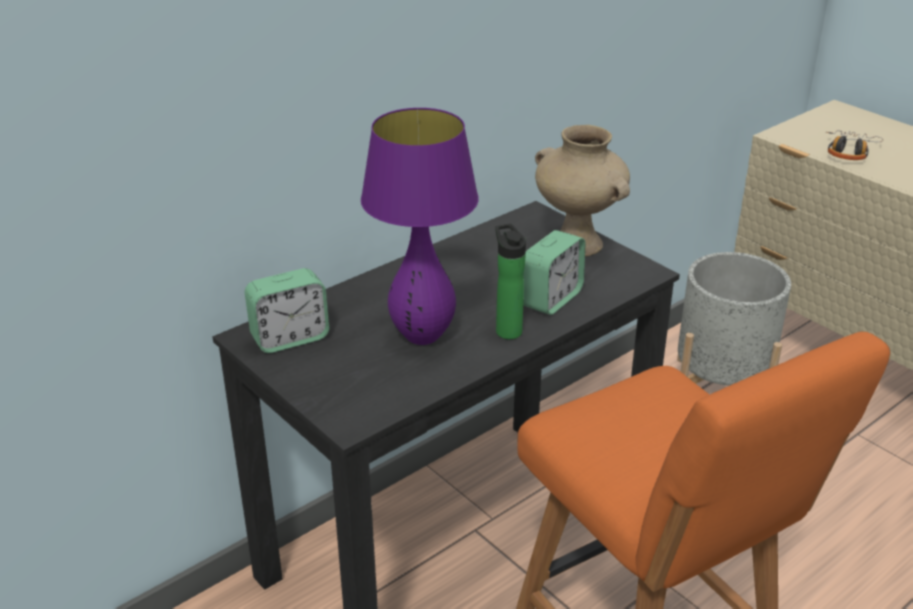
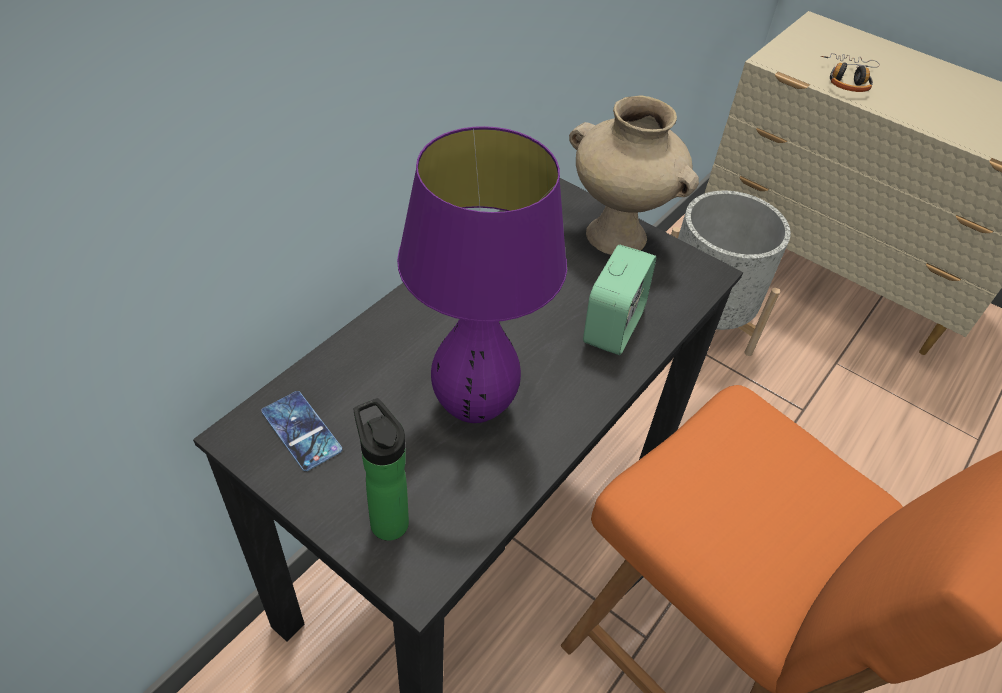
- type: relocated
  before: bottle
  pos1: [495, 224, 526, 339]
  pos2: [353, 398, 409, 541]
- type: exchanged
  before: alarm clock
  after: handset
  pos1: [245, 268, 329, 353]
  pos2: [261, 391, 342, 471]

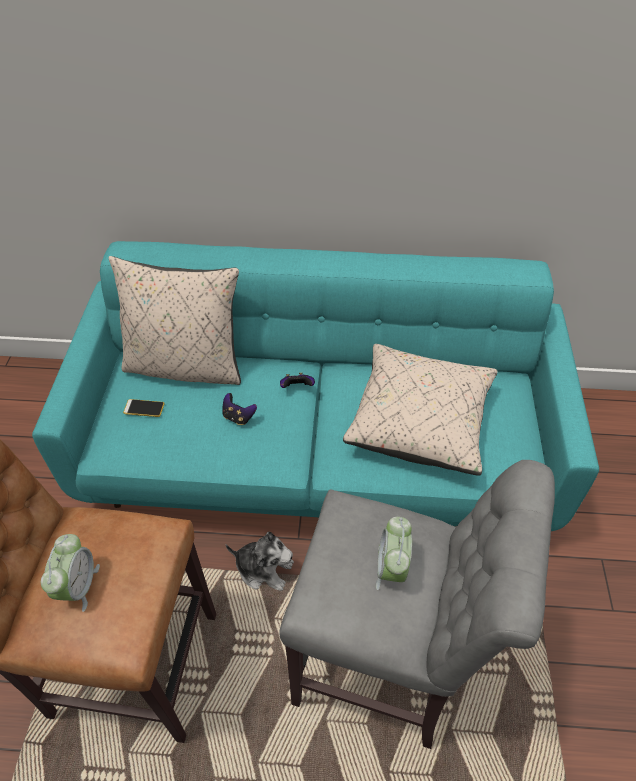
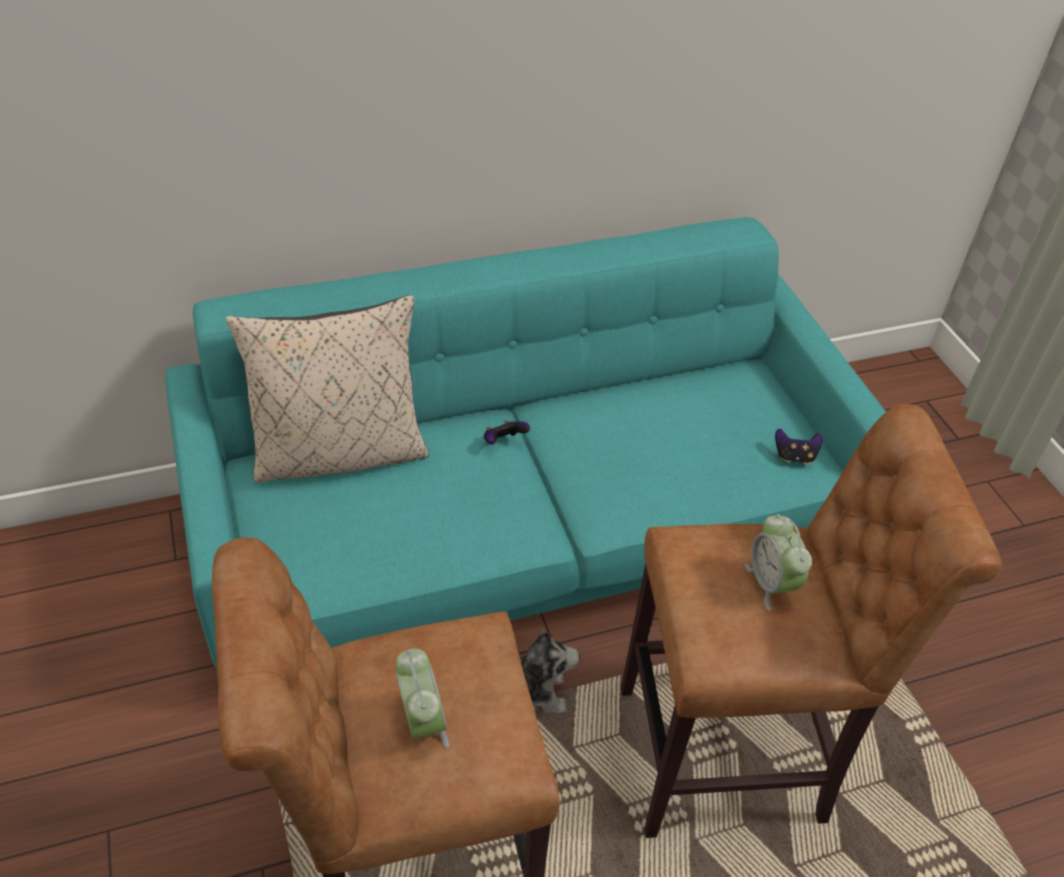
- type: missing
  before: handset
  pos1: [123, 399, 164, 417]
- type: missing
  before: cushion (sand-coloured)
  pos1: [343, 344, 498, 475]
- type: relocated
  before: joypad
  pos1: [222, 393, 257, 425]
  pos2: [775, 428, 823, 464]
- type: colour
  before: stool seat (grey)
  after: stool seat (brown)
  pos1: [279, 460, 555, 749]
  pos2: [621, 404, 1002, 838]

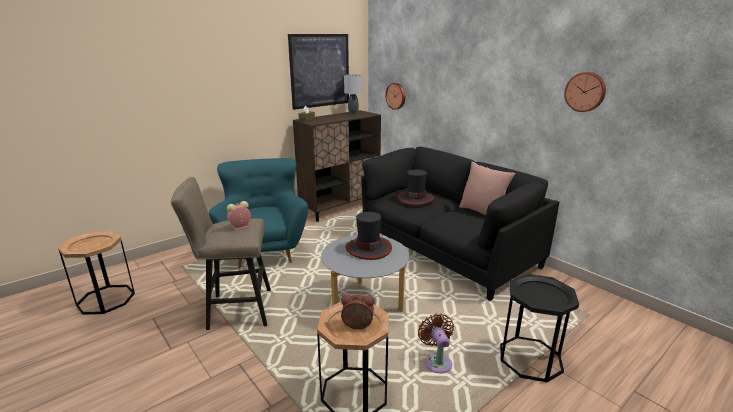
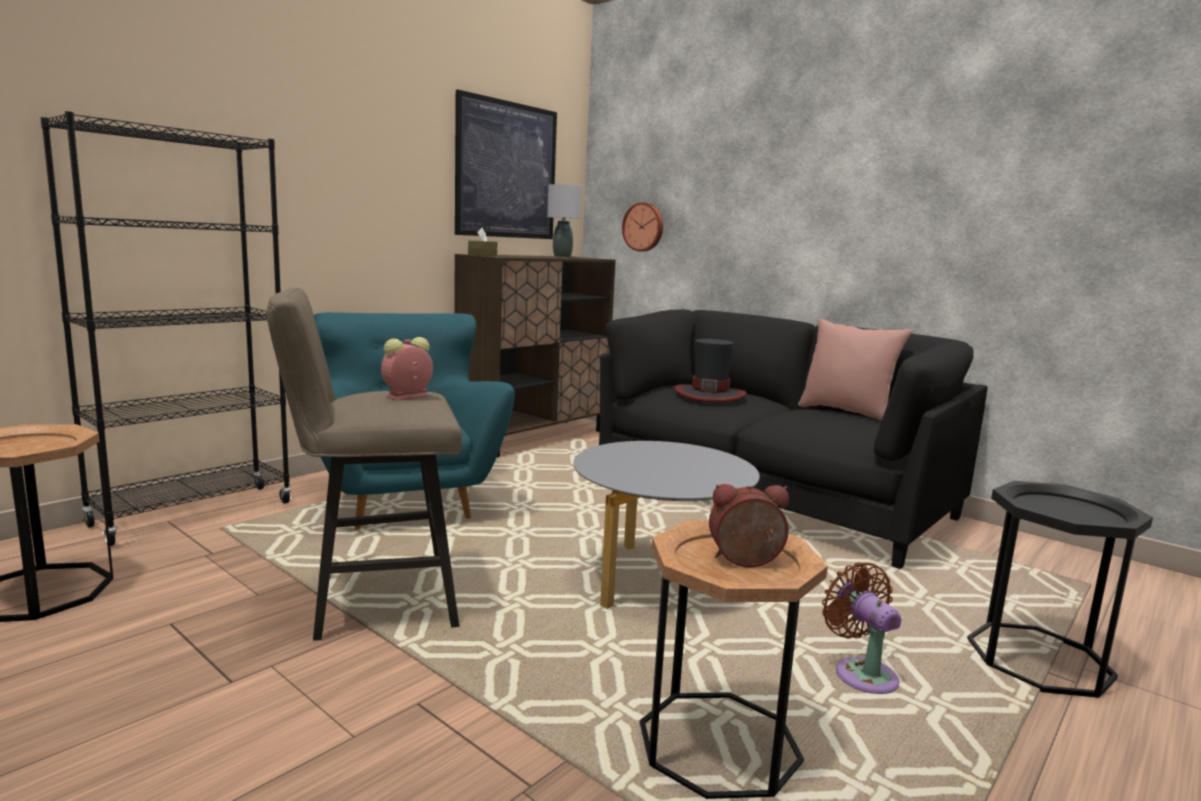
- type: missing
  before: wearable hat
  pos1: [345, 212, 392, 260]
- type: missing
  before: hanging clock
  pos1: [564, 72, 606, 112]
- type: appeared
  after: bookshelf (black)
  pos2: [41, 111, 291, 546]

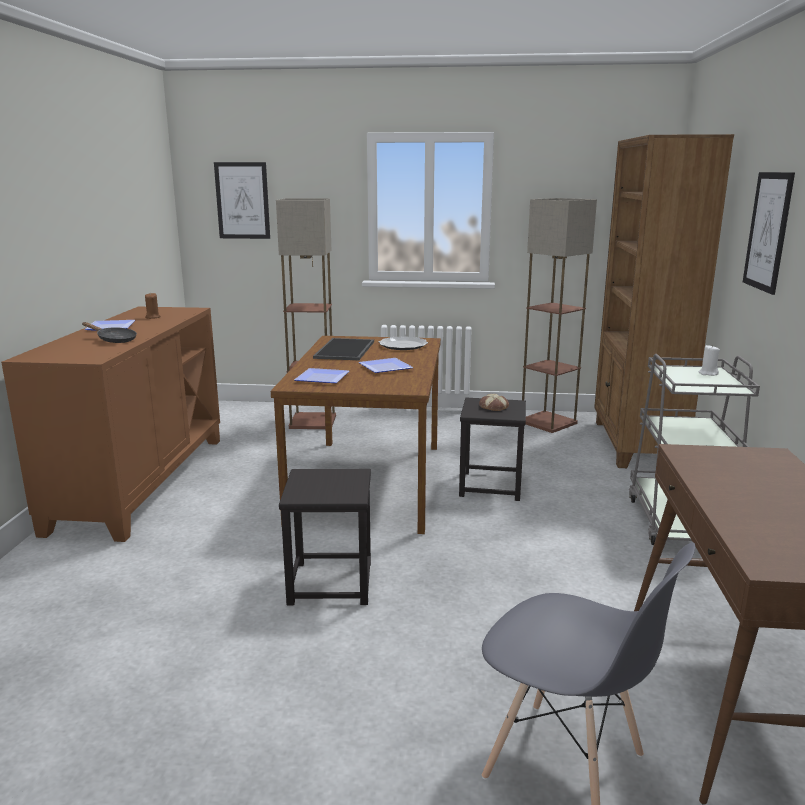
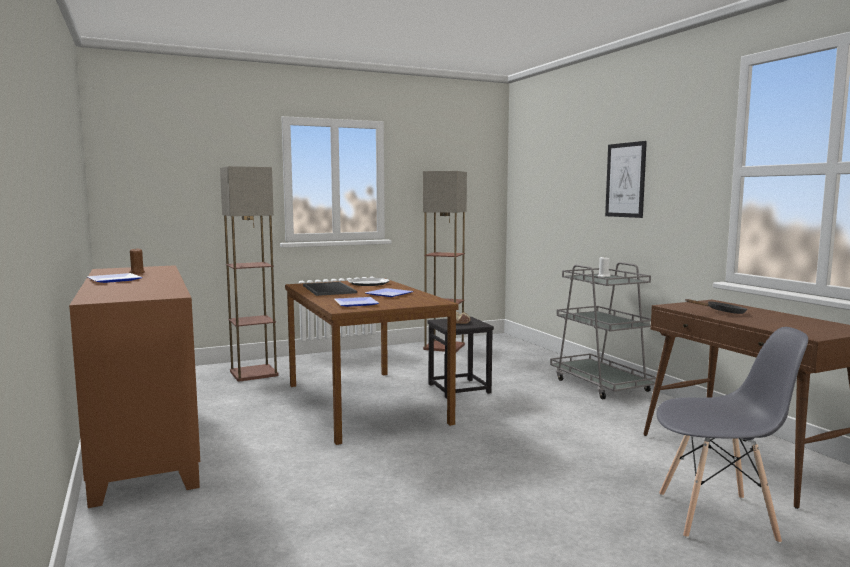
- type: missing
  before: picture
  pos1: [214, 162, 270, 239]
- type: missing
  before: stool seat (black)
  pos1: [279, 469, 371, 605]
- type: missing
  before: bookshelf (brown)
  pos1: [594, 134, 734, 468]
- type: relocated
  before: pan (black)
  pos1: [82, 322, 137, 343]
  pos2: [685, 299, 747, 314]

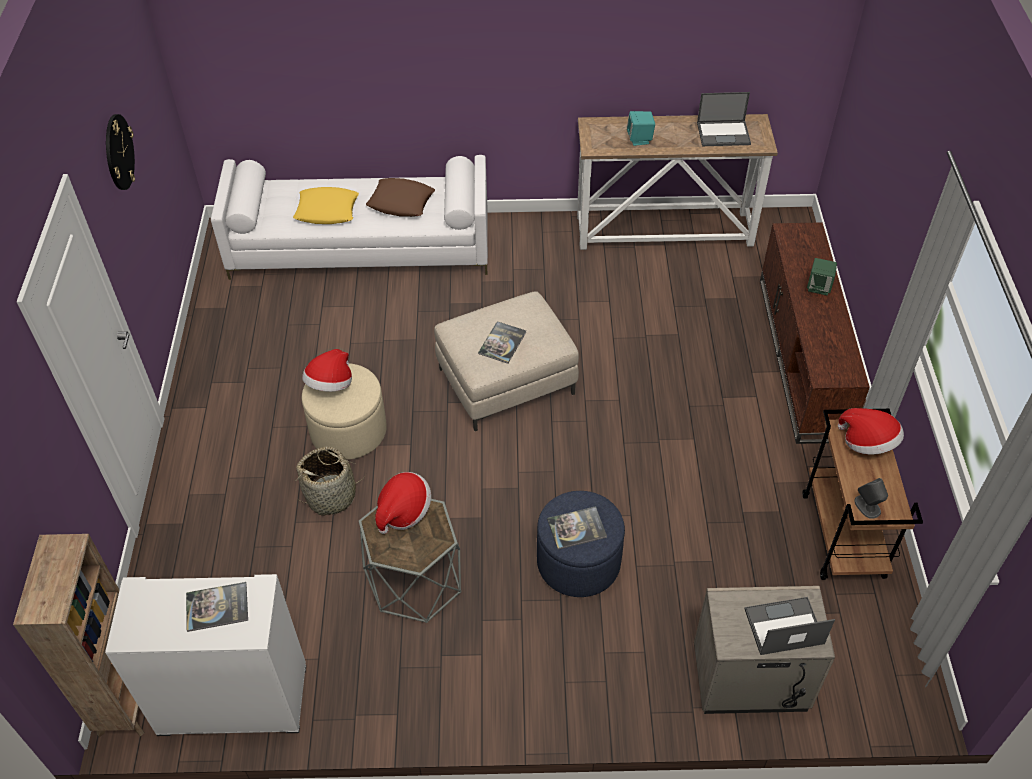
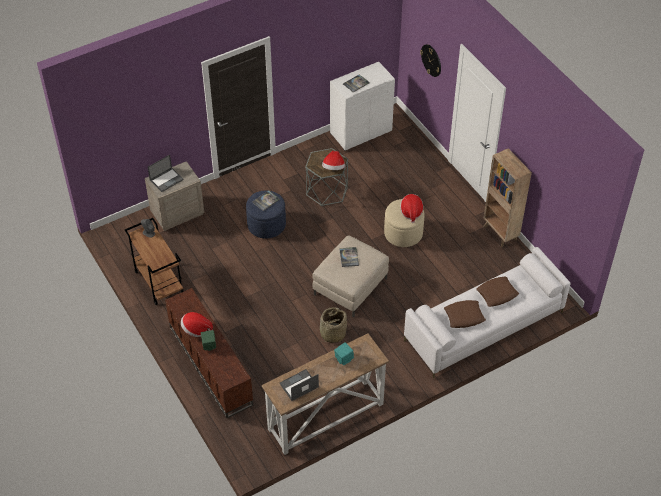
- type: relocated
  before: bookshelf (brown)
  pos1: [13, 534, 145, 737]
  pos2: [483, 148, 532, 247]
- type: relocated
  before: hanging clock
  pos1: [106, 114, 135, 190]
  pos2: [420, 44, 441, 77]
- type: relocated
  before: basket
  pos1: [295, 446, 366, 516]
  pos2: [320, 307, 347, 343]
- type: relocated
  before: wearable hat
  pos1: [838, 408, 904, 455]
  pos2: [181, 312, 213, 337]
- type: colour
  before: cushion (yellow-coloured)
  after: cushion (brown)
  pos1: [293, 187, 359, 224]
  pos2: [476, 277, 519, 307]

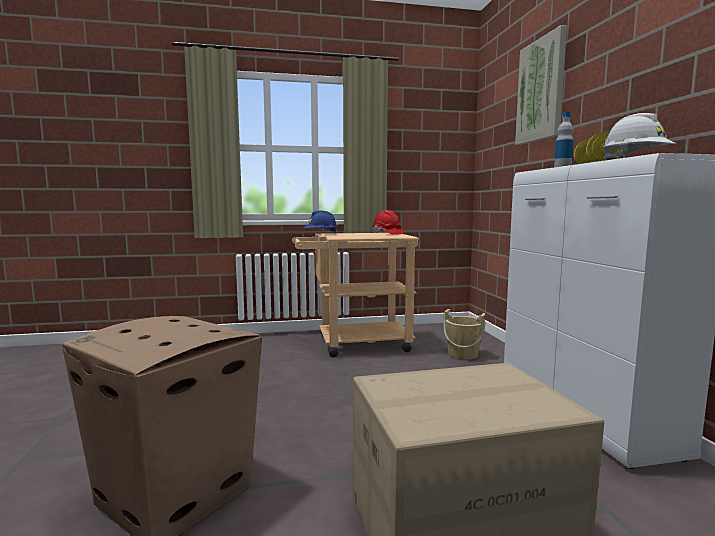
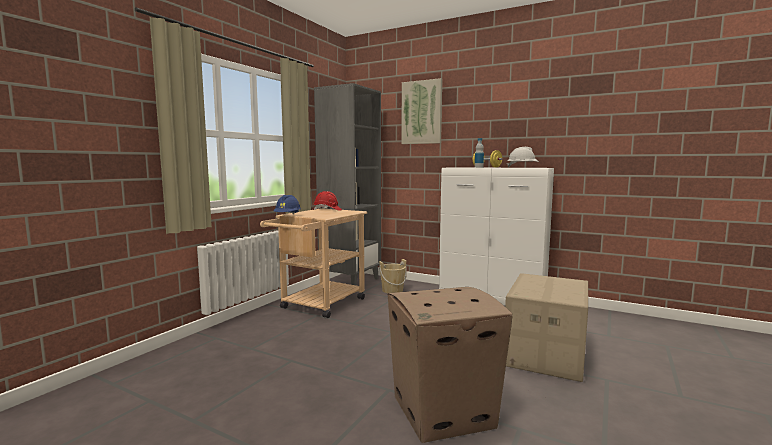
- type: appeared
  after: bookshelf (grey)
  pos2: [314, 83, 381, 285]

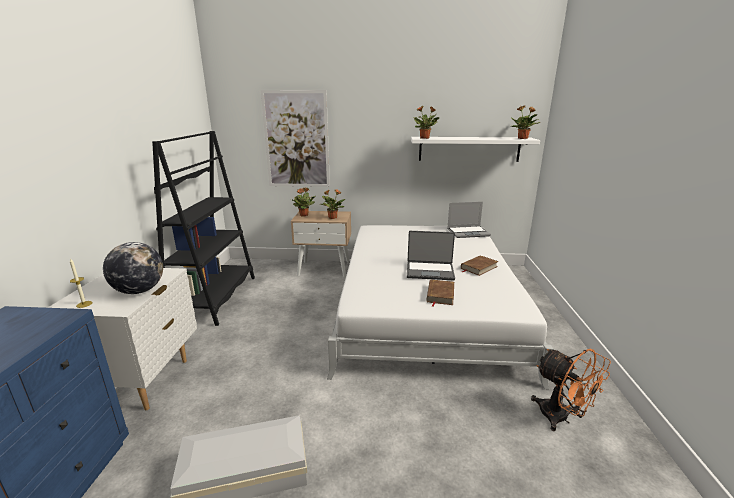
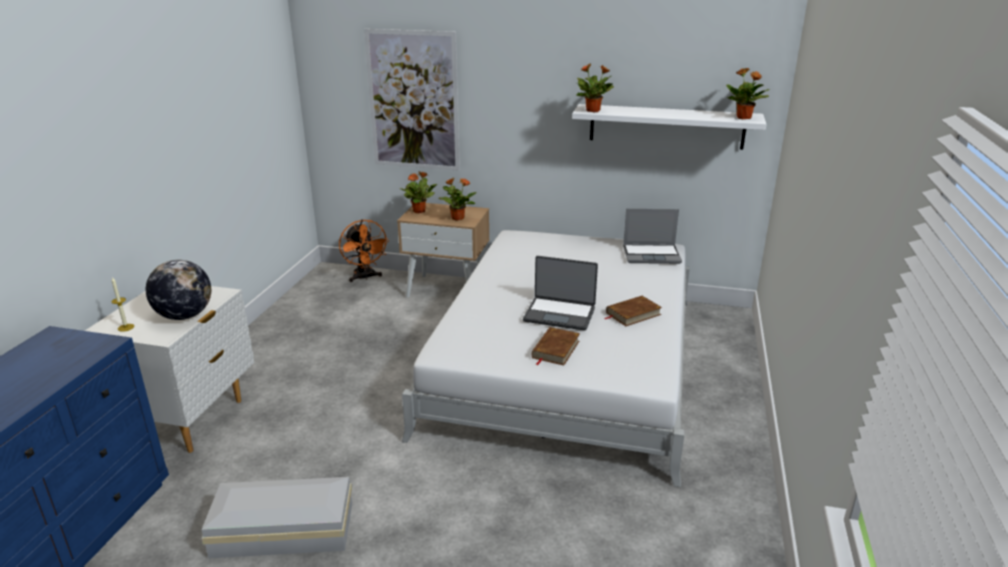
- type: missing
  before: bookshelf (black)
  pos1: [152, 131, 255, 326]
- type: relocated
  before: fan (orangey)
  pos1: [531, 348, 611, 431]
  pos2: [339, 220, 389, 282]

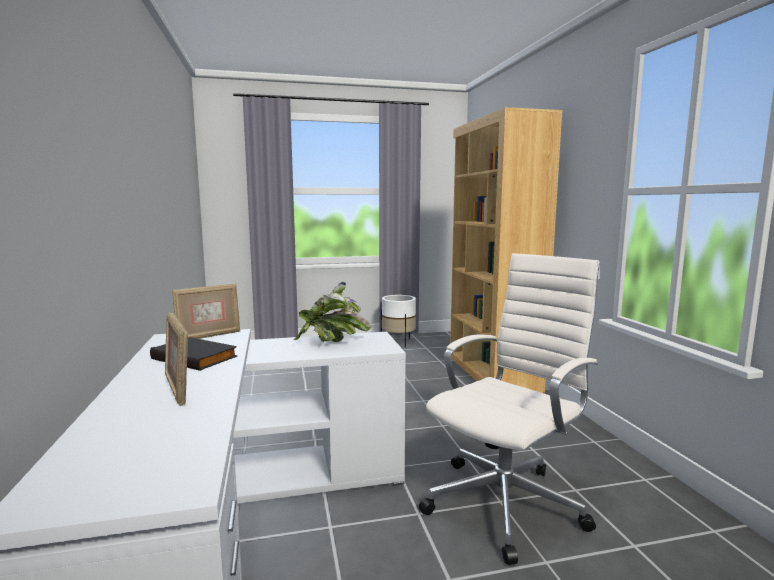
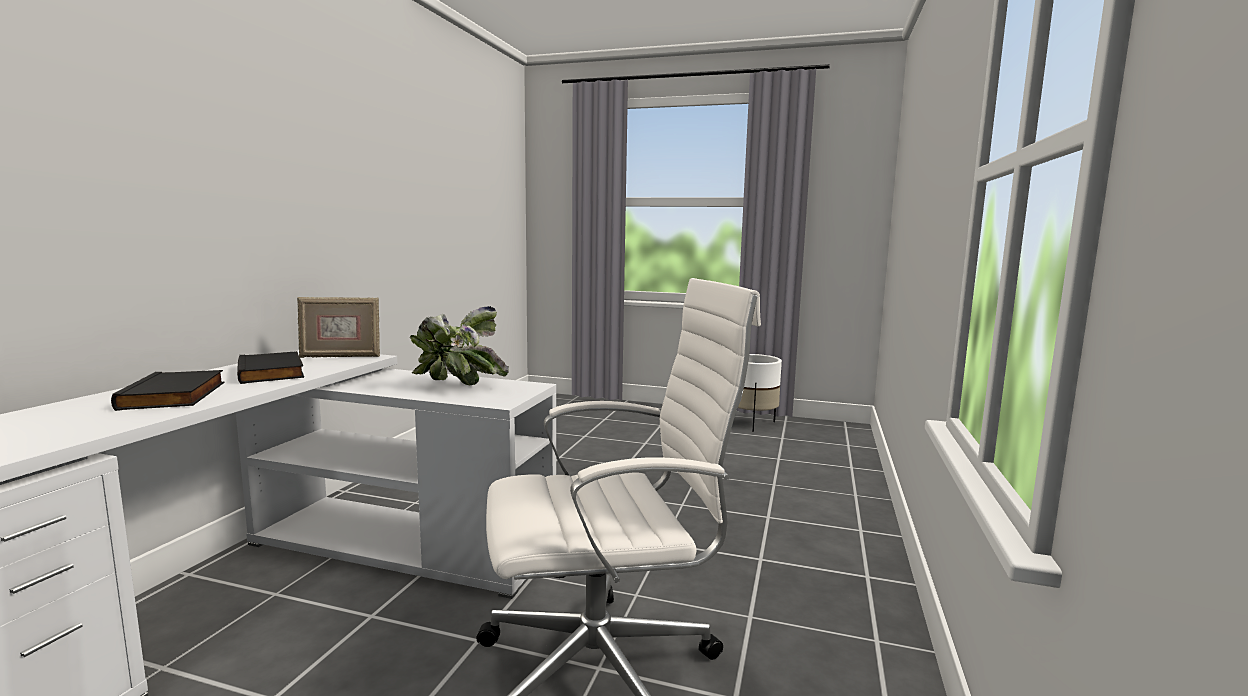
- type: missing
  before: bookshelf (brown)
  pos1: [450, 107, 562, 393]
- type: exchanged
  before: standing frame
  after: bound book (black)
  pos1: [165, 312, 188, 406]
  pos2: [111, 370, 224, 411]

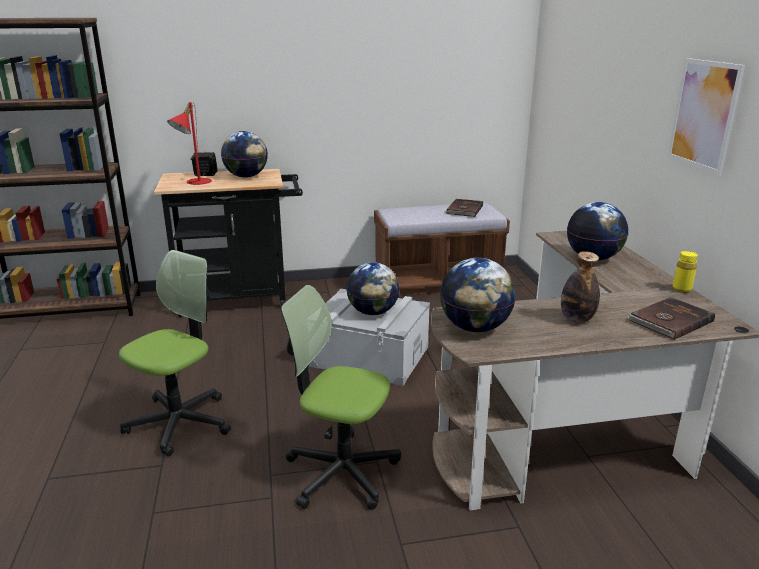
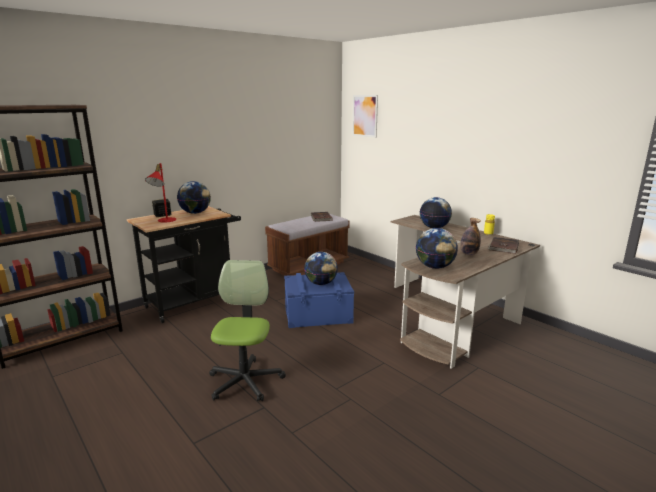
- type: missing
  before: office chair
  pos1: [281, 285, 401, 510]
- type: relocated
  before: picture
  pos1: [668, 58, 745, 175]
  pos2: [352, 95, 378, 138]
- type: colour
  before: storage container (grey)
  after: storage container (blue-coloured)
  pos1: [309, 289, 430, 386]
  pos2: [284, 272, 354, 328]

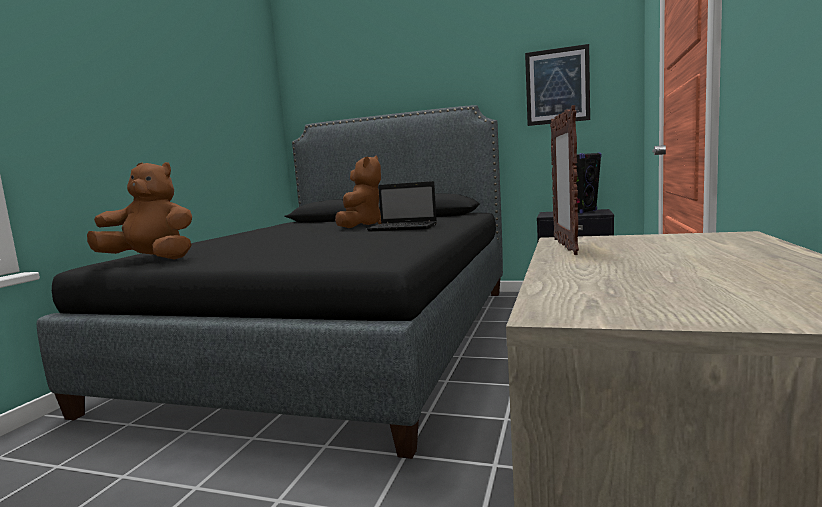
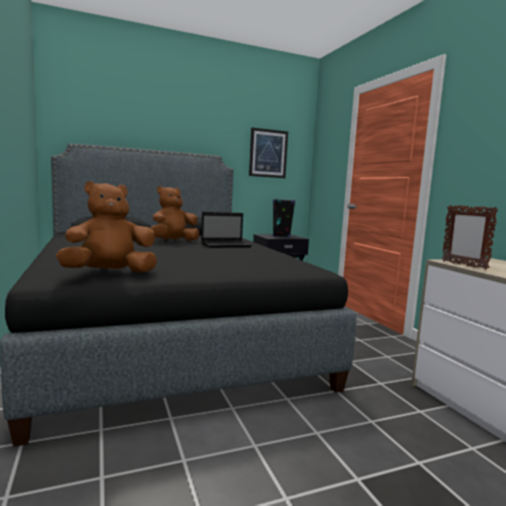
- type: spun
  before: cuddly toy (brown)
  pos1: [335, 156, 382, 228]
  pos2: [150, 186, 199, 241]
  turn: -105

